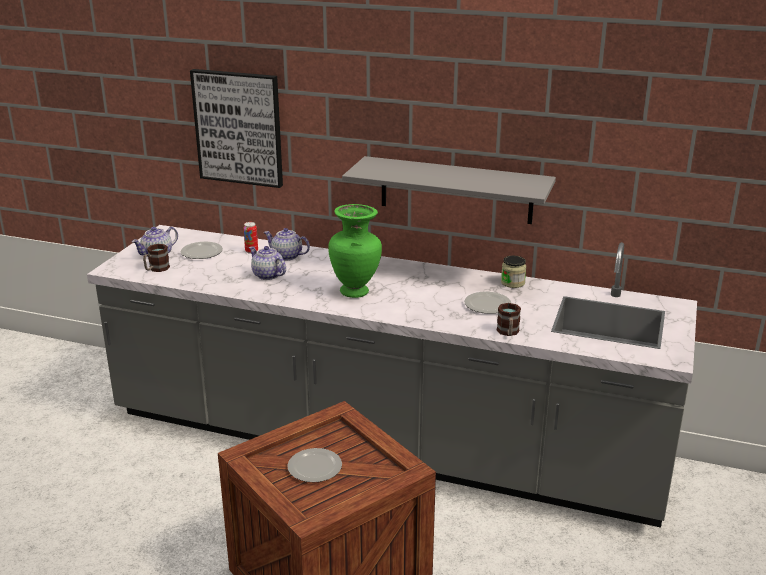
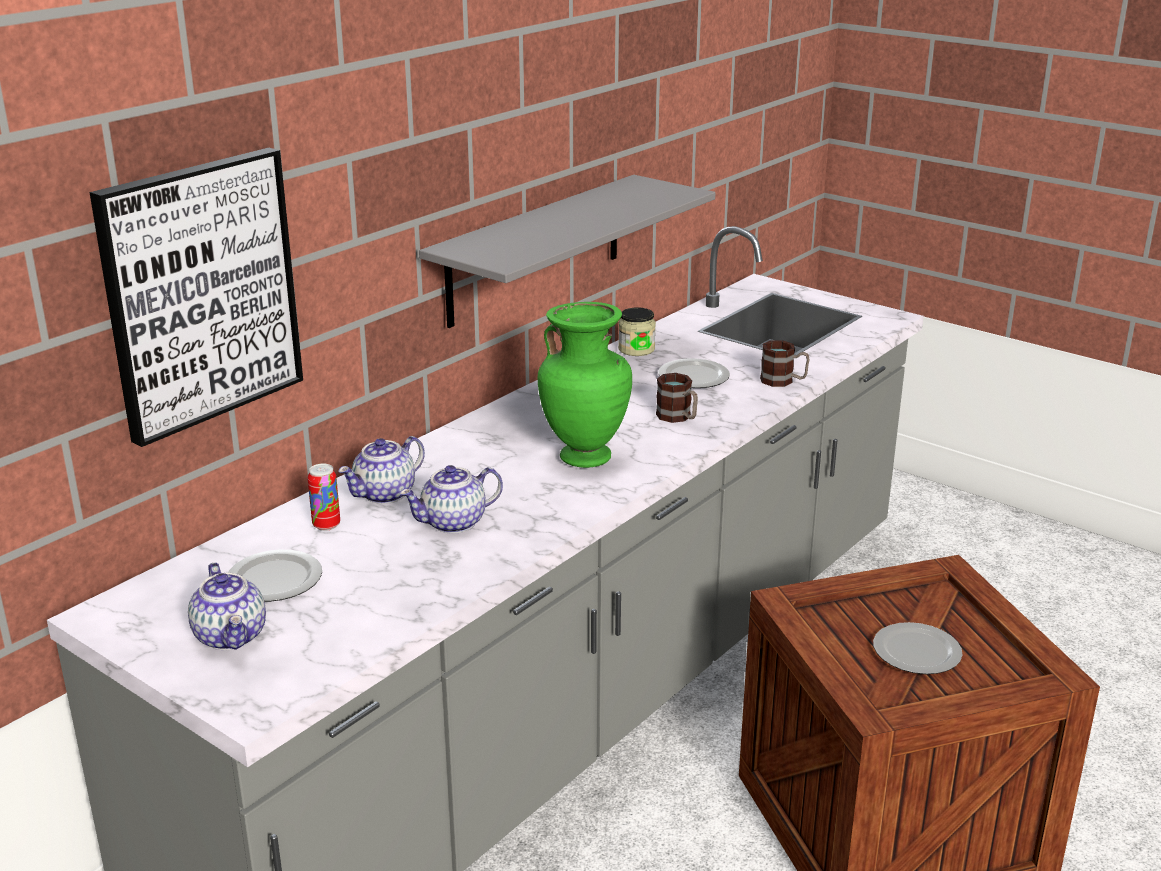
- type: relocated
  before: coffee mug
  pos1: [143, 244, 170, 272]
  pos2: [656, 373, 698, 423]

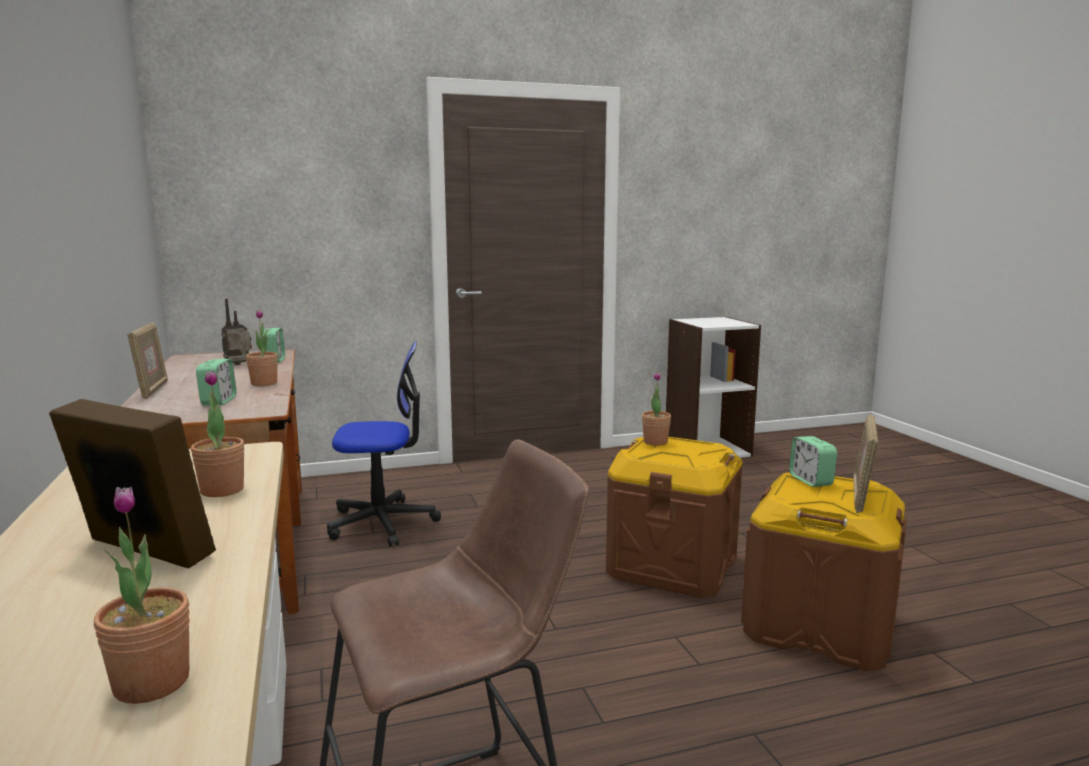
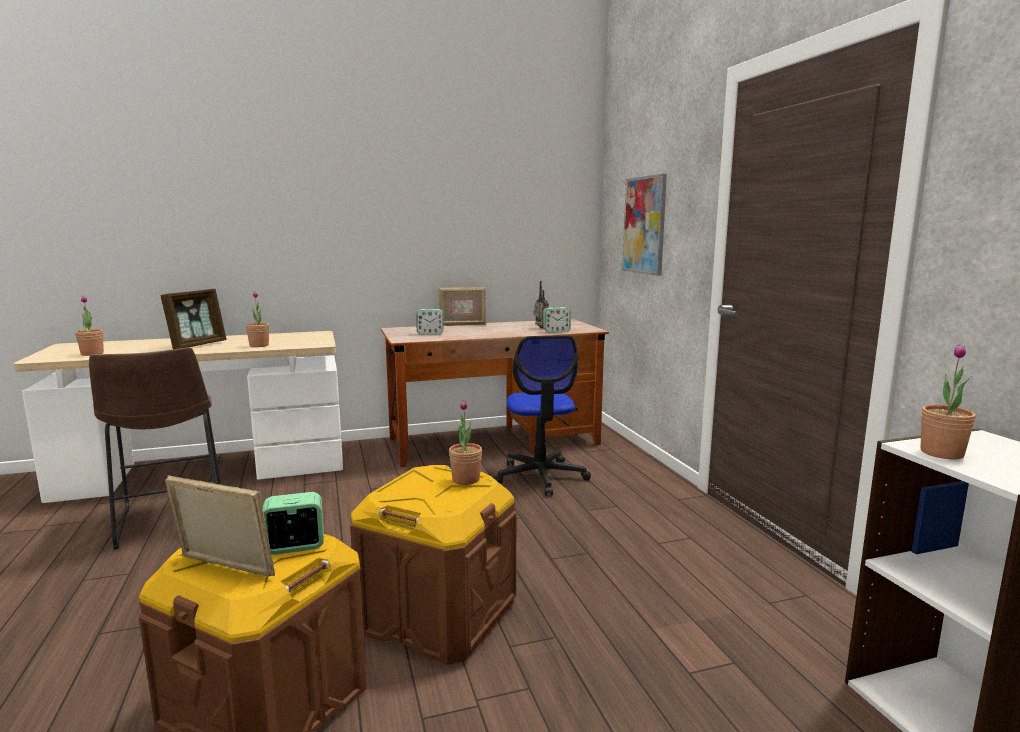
- type: appeared
  after: picture
  pos2: [622, 174, 667, 276]
- type: relocated
  before: houseplant
  pos1: [246, 309, 278, 386]
  pos2: [921, 344, 976, 459]

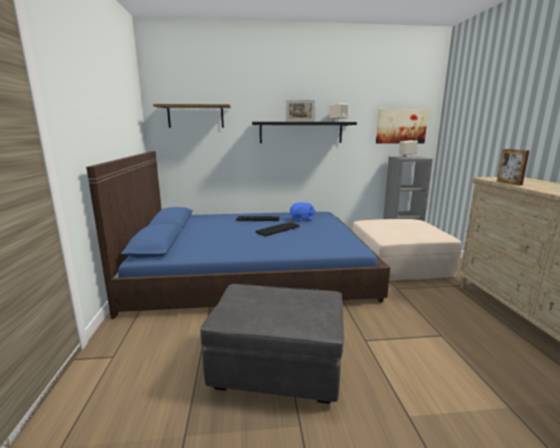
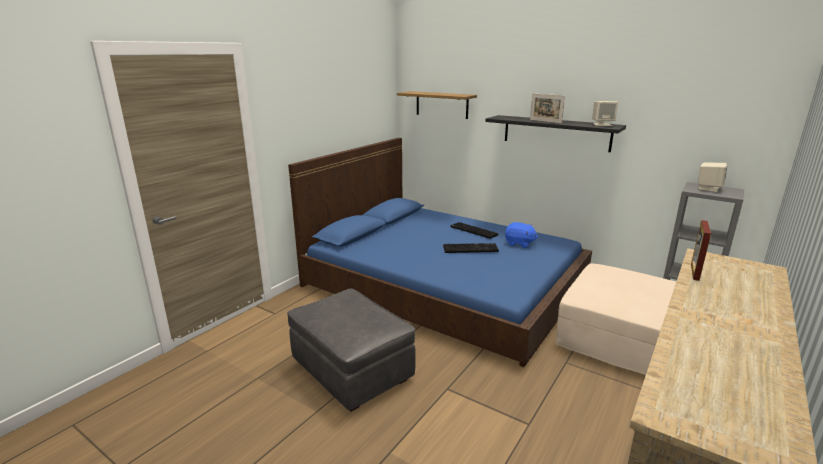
- type: missing
  before: picture
  pos1: [376, 109, 429, 144]

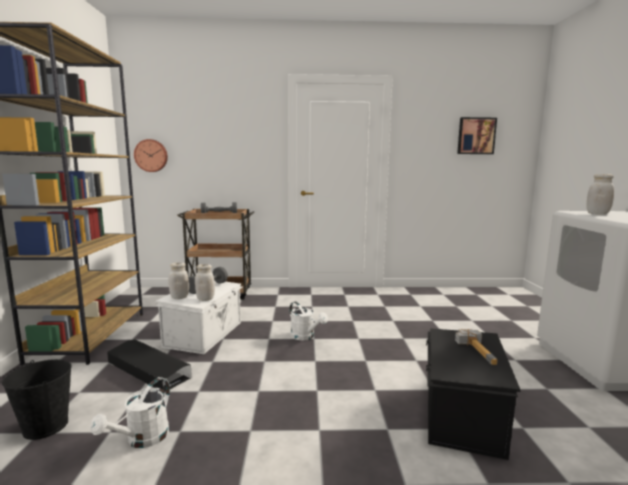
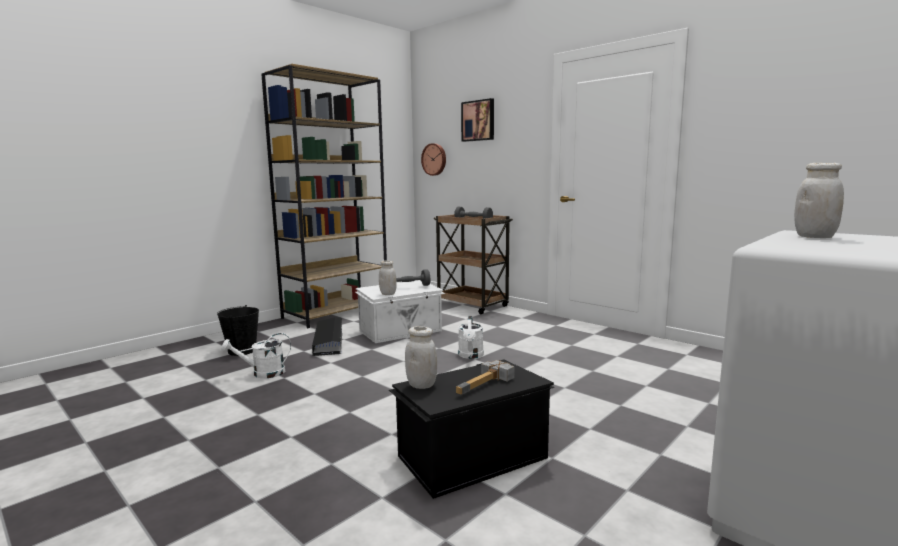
- type: relocated
  before: preserve jar (whitish)
  pos1: [169, 262, 189, 299]
  pos2: [405, 326, 437, 389]
- type: relocated
  before: picture
  pos1: [457, 117, 497, 154]
  pos2: [461, 98, 494, 142]

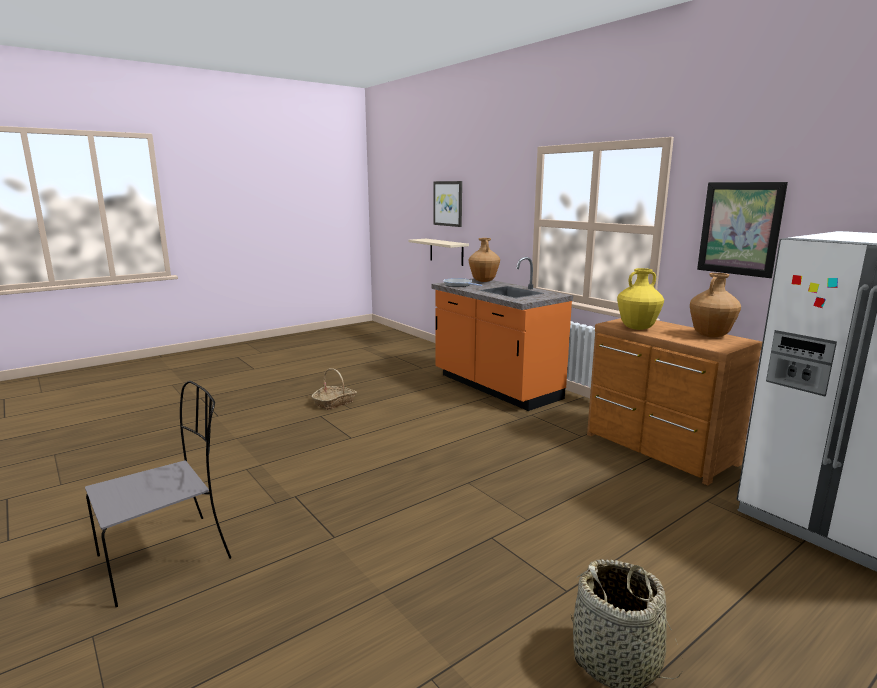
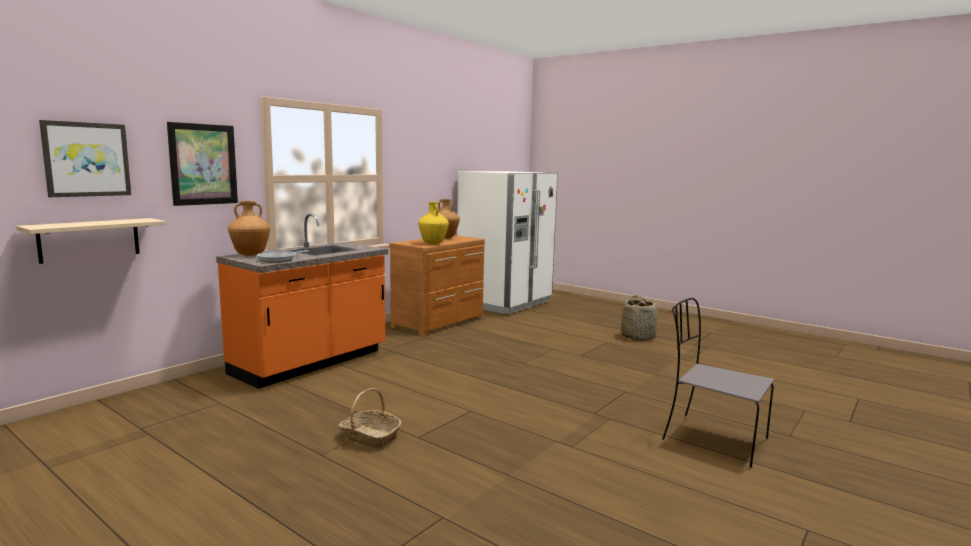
- type: relocated
  before: picture
  pos1: [697, 182, 788, 278]
  pos2: [167, 122, 238, 206]

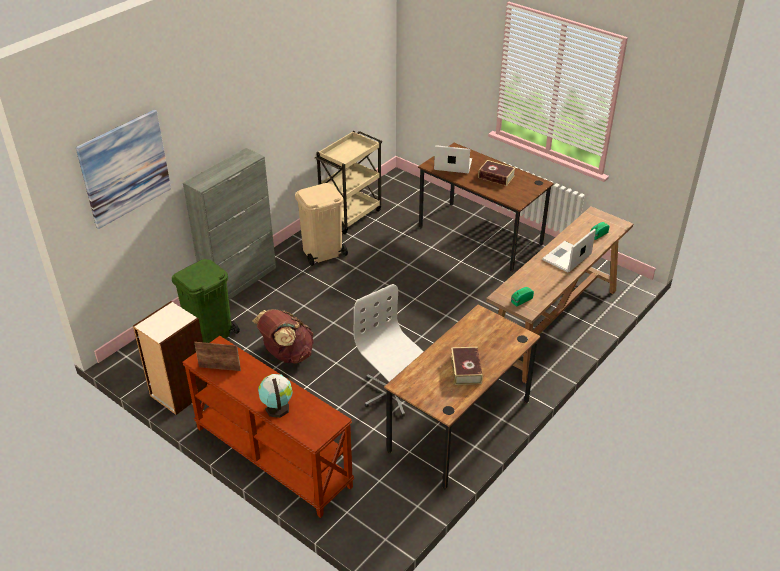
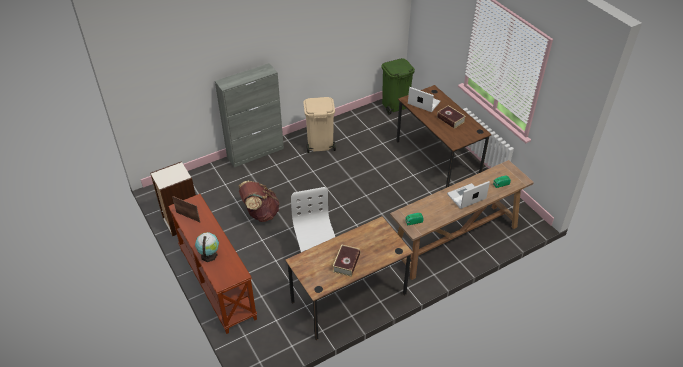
- type: missing
  before: picture
  pos1: [76, 110, 171, 229]
- type: missing
  before: cart (sand-coloured)
  pos1: [315, 131, 382, 235]
- type: relocated
  before: rubbish bin (greenish)
  pos1: [172, 259, 240, 343]
  pos2: [381, 58, 415, 115]

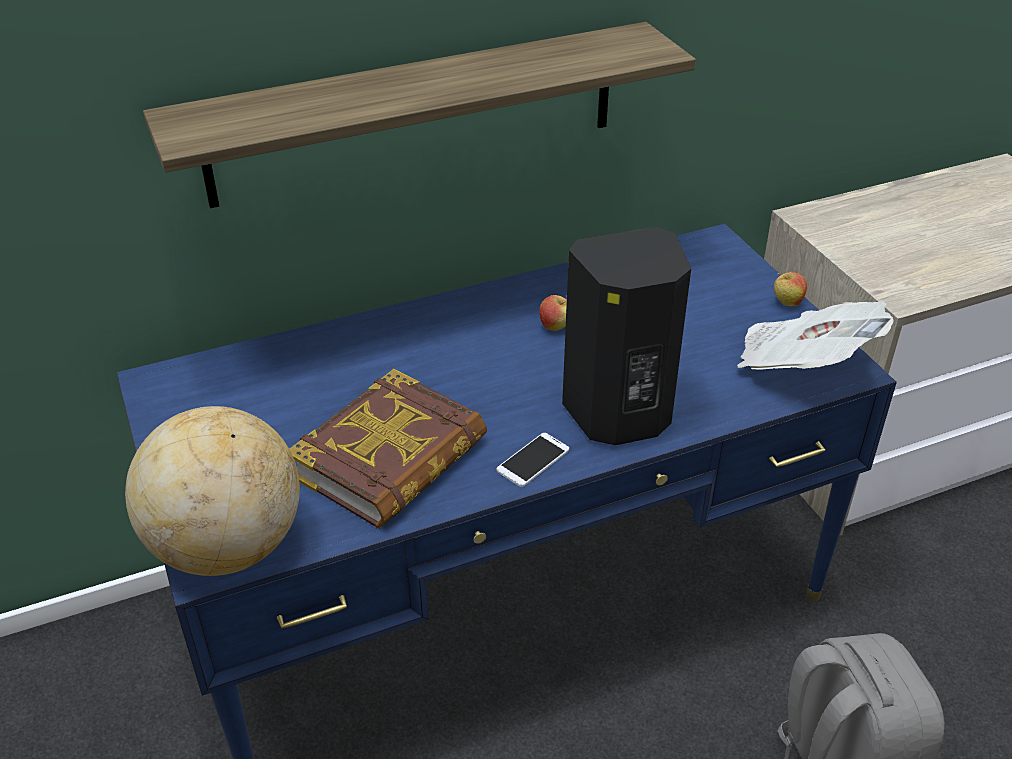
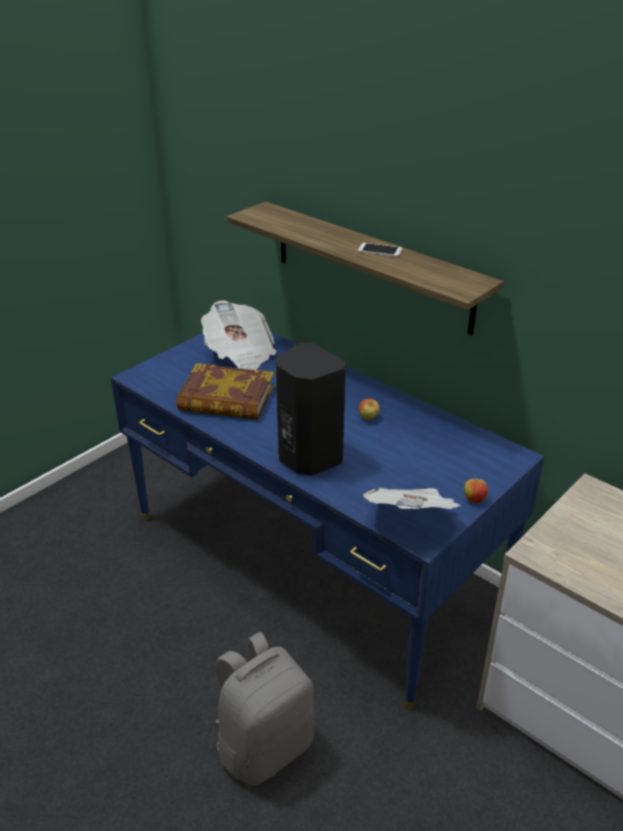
- type: missing
  before: world globe
  pos1: [125, 406, 300, 576]
- type: appeared
  after: printed paper
  pos2: [201, 300, 277, 370]
- type: relocated
  before: handset
  pos1: [496, 433, 569, 487]
  pos2: [358, 243, 402, 257]

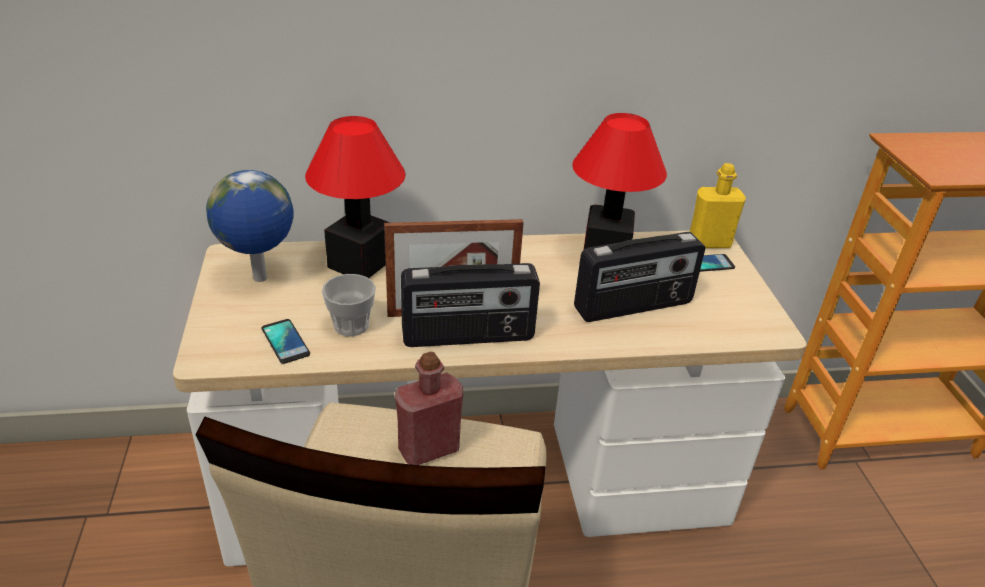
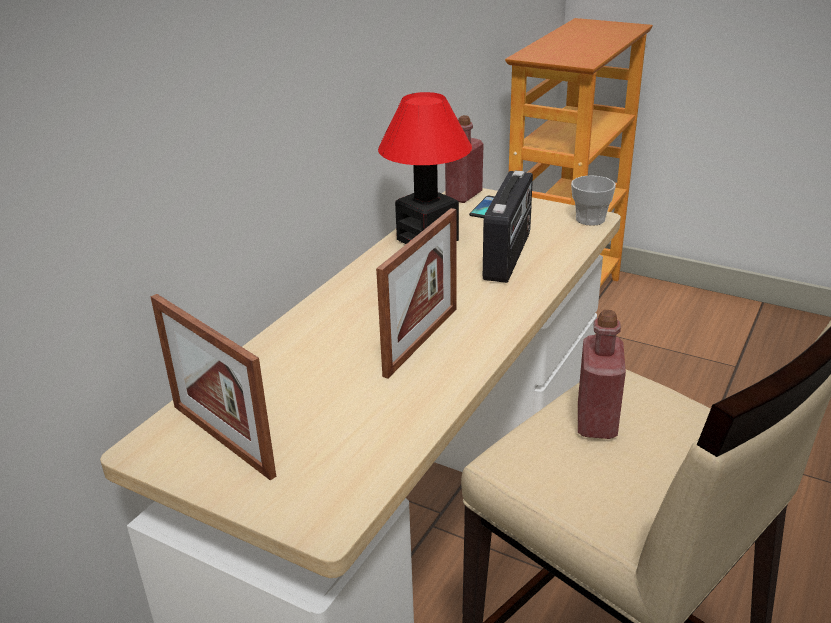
- type: missing
  before: handset
  pos1: [261, 319, 310, 364]
- type: missing
  before: lamp for a table
  pos1: [305, 116, 405, 278]
- type: missing
  before: radio receiver
  pos1: [401, 263, 540, 347]
- type: relocated
  before: cup
  pos1: [322, 274, 376, 336]
  pos2: [571, 175, 616, 226]
- type: exchanged
  before: world globe
  after: standing frame
  pos1: [206, 170, 294, 282]
  pos2: [151, 294, 276, 480]
- type: colour
  before: bottle (yellow-coloured)
  after: bottle (red-coloured)
  pos1: [690, 163, 746, 248]
  pos2: [445, 115, 484, 203]

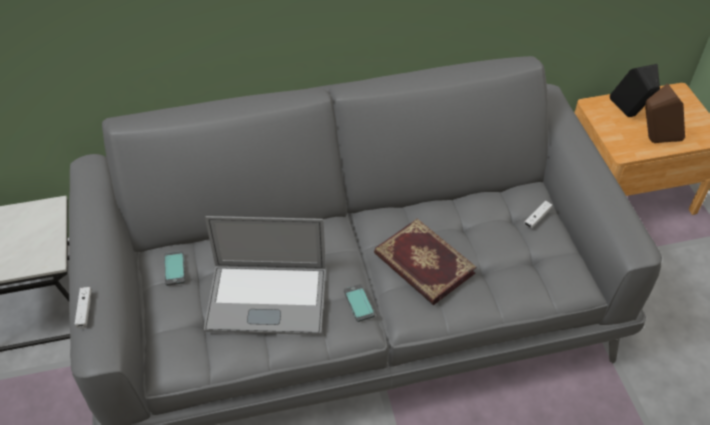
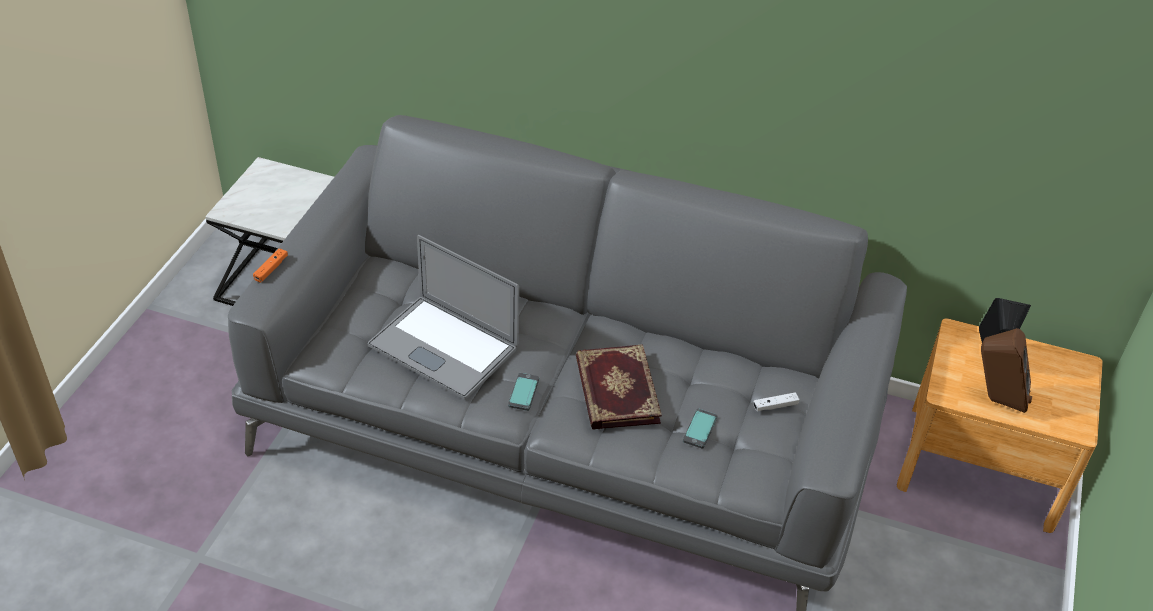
- type: relocated
  before: handset
  pos1: [164, 251, 185, 286]
  pos2: [683, 408, 717, 449]
- type: colour
  before: joypad (whitish)
  after: joypad (orangey)
  pos1: [75, 287, 92, 328]
  pos2: [253, 248, 288, 283]

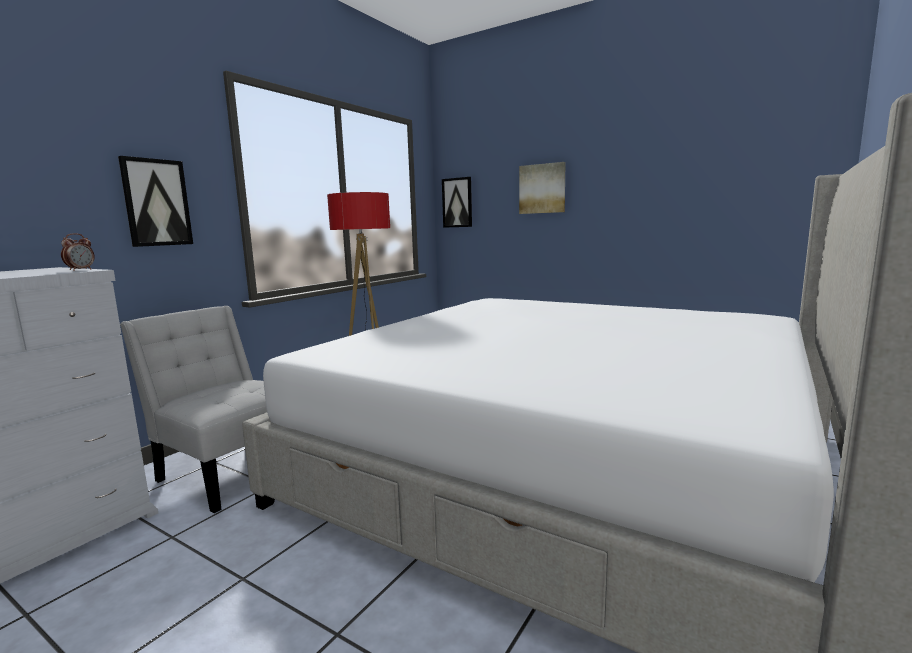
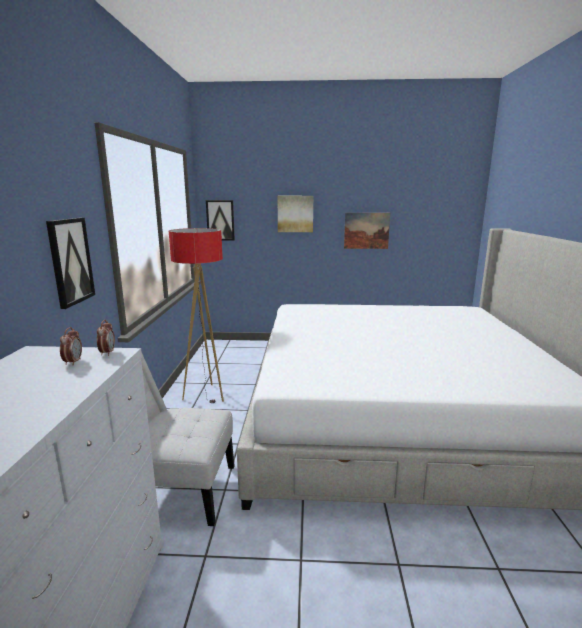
- type: appeared
  after: alarm clock
  pos2: [60, 327, 82, 366]
- type: appeared
  after: picture
  pos2: [344, 213, 390, 249]

